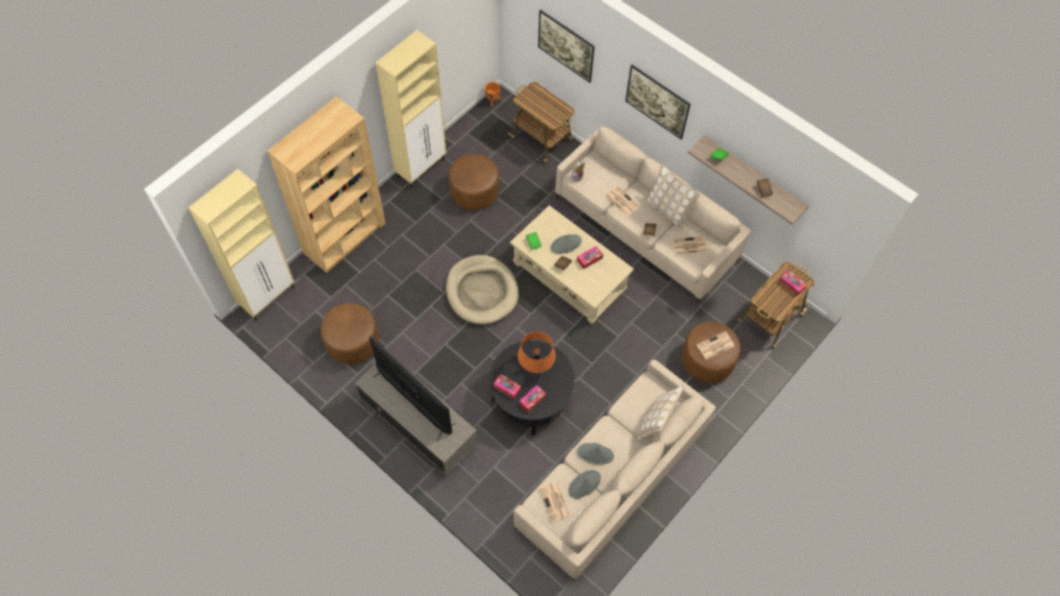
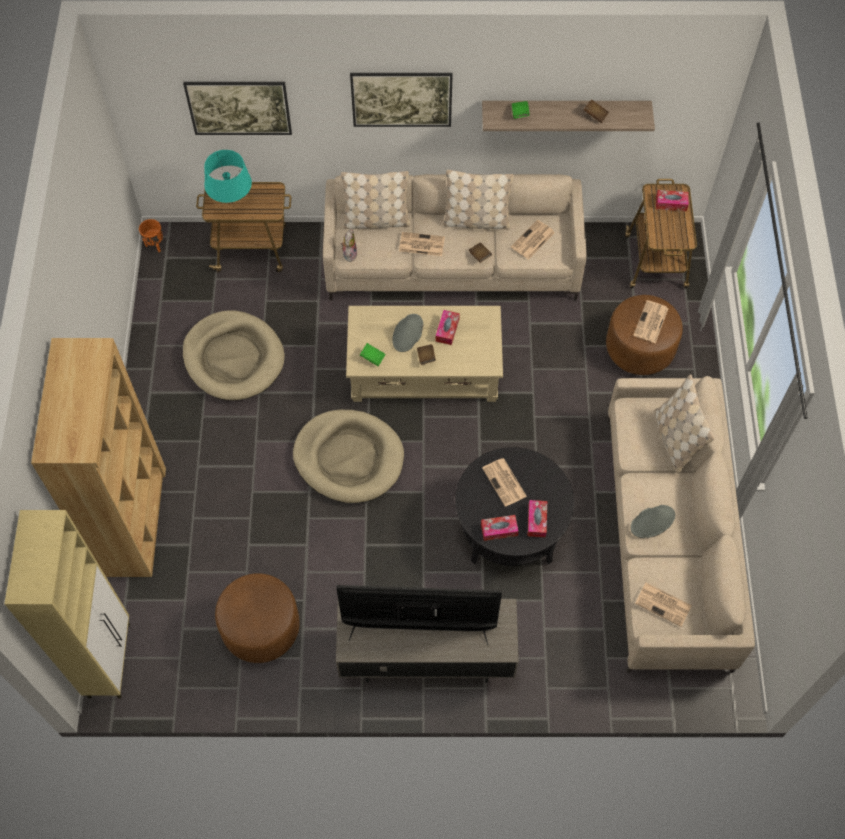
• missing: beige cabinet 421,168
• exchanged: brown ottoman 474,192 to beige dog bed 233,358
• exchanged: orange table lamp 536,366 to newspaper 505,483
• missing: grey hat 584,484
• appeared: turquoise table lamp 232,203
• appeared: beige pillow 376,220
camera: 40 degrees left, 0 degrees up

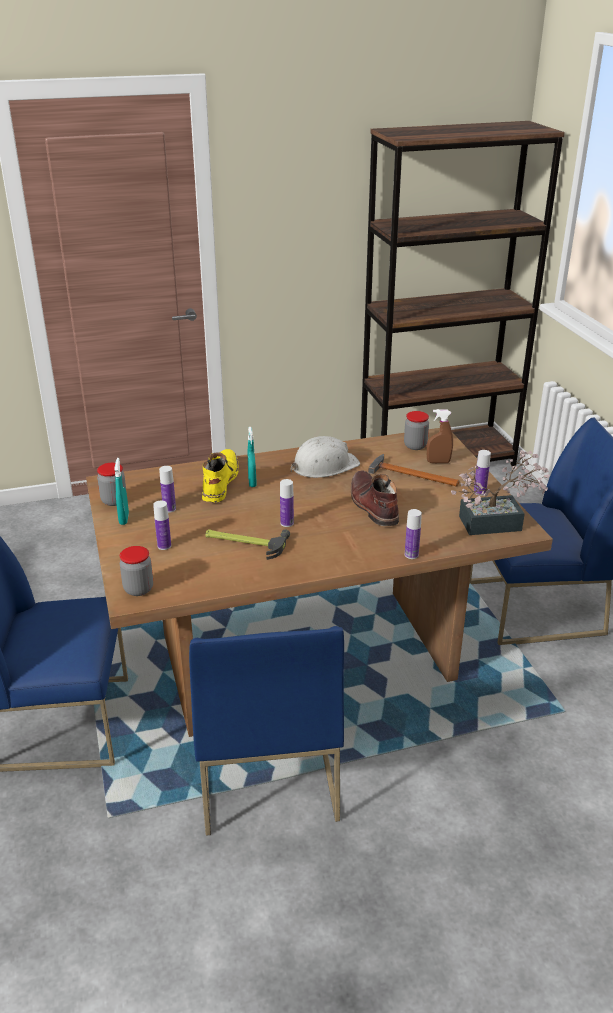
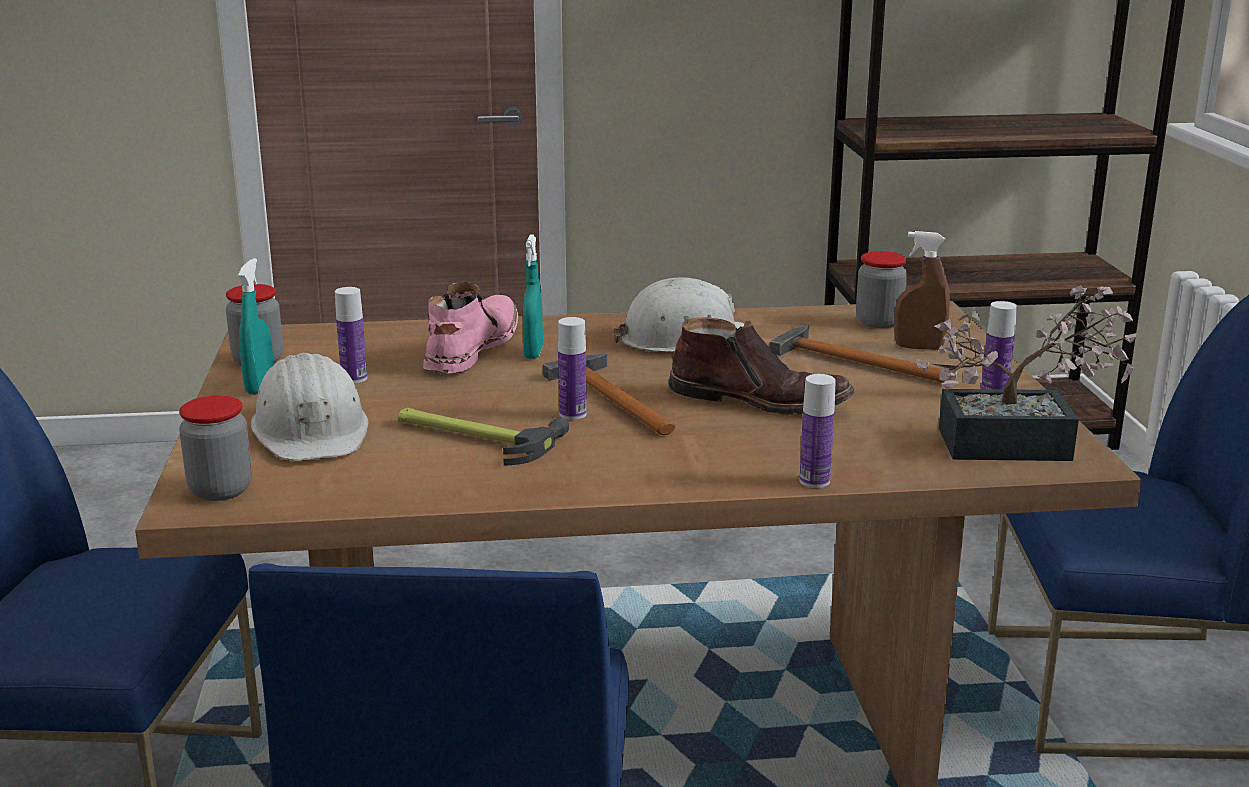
• colour: yellow boot 219,482 to pink boot 470,348
• spun: brown boot 372,505 = 760,400 120 degrees clockwise
• exchanged: bottle 164,546 to white hard hat 312,430
• appeared: hammer 612,397
camera: 10 degrees right, 10 degrees down

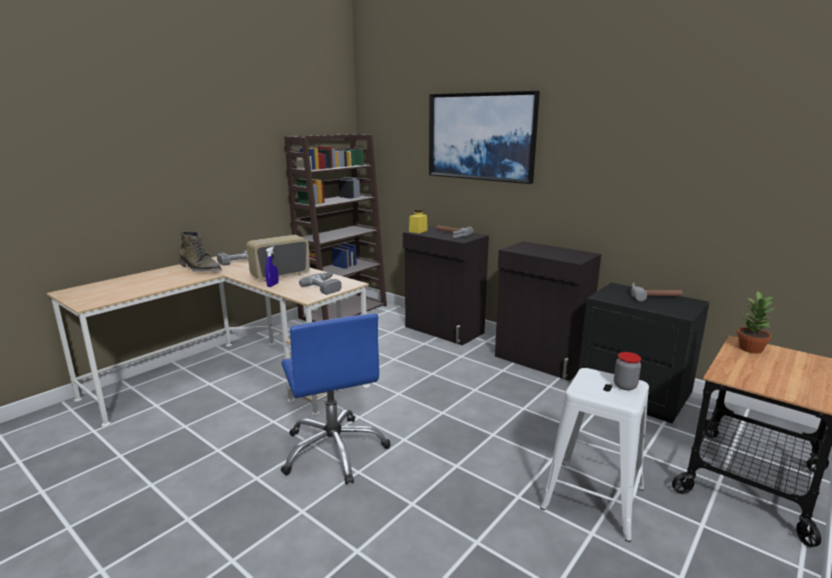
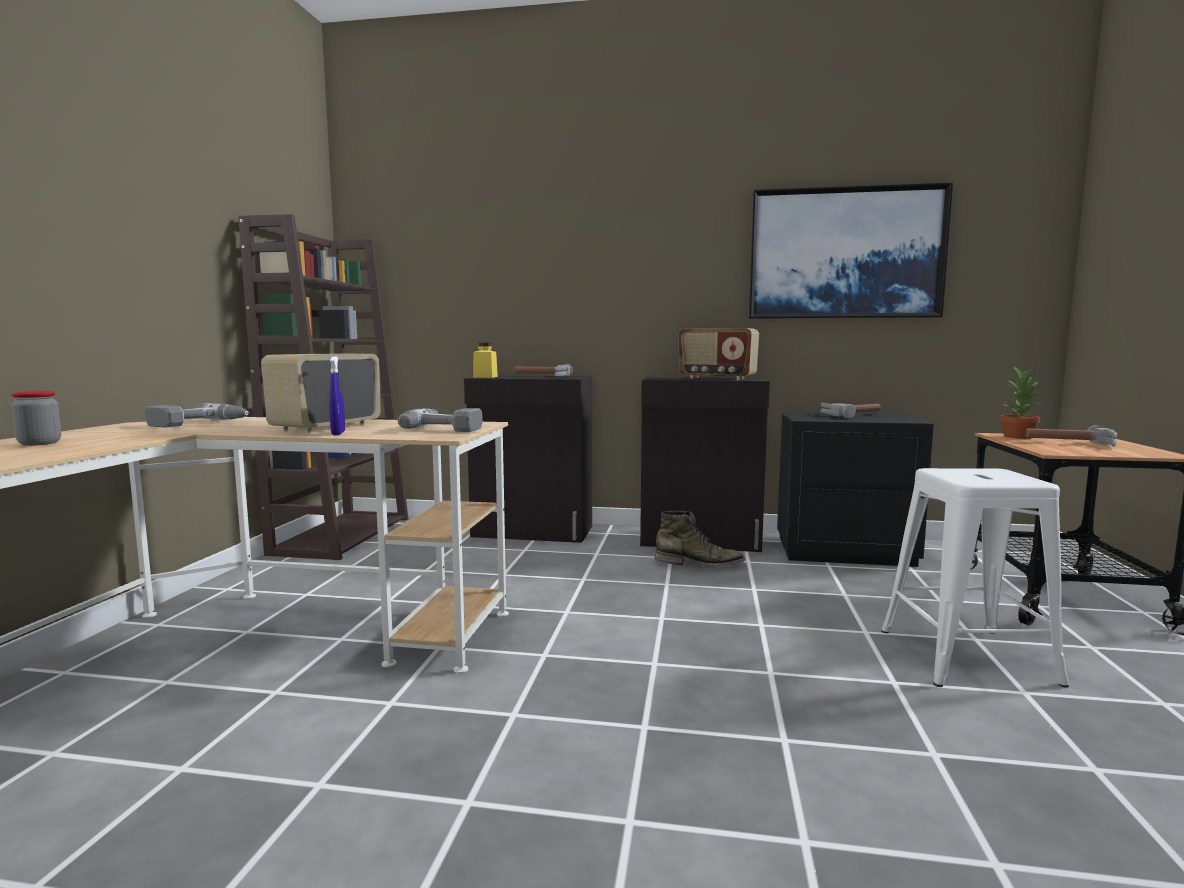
• relocated: picture 481,136 to 845,254
• relocated: green boot 200,268 to 699,564
• missing: blue office chair 334,450
• relocated: jar 625,386 to 39,443
• appeared: radio 717,378
• appeared: hammer 1072,444
camera: 30 degrees left, 10 degrees down

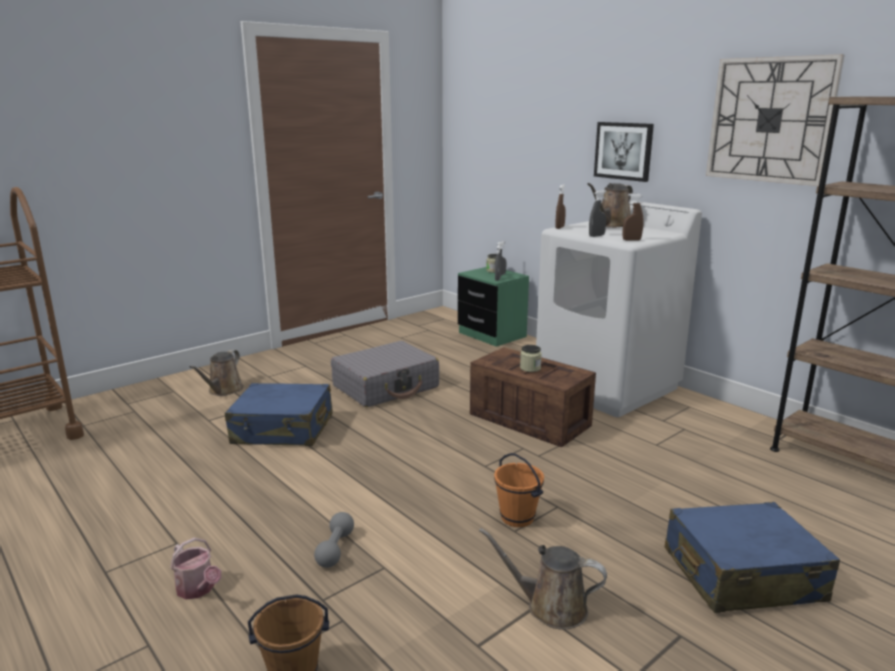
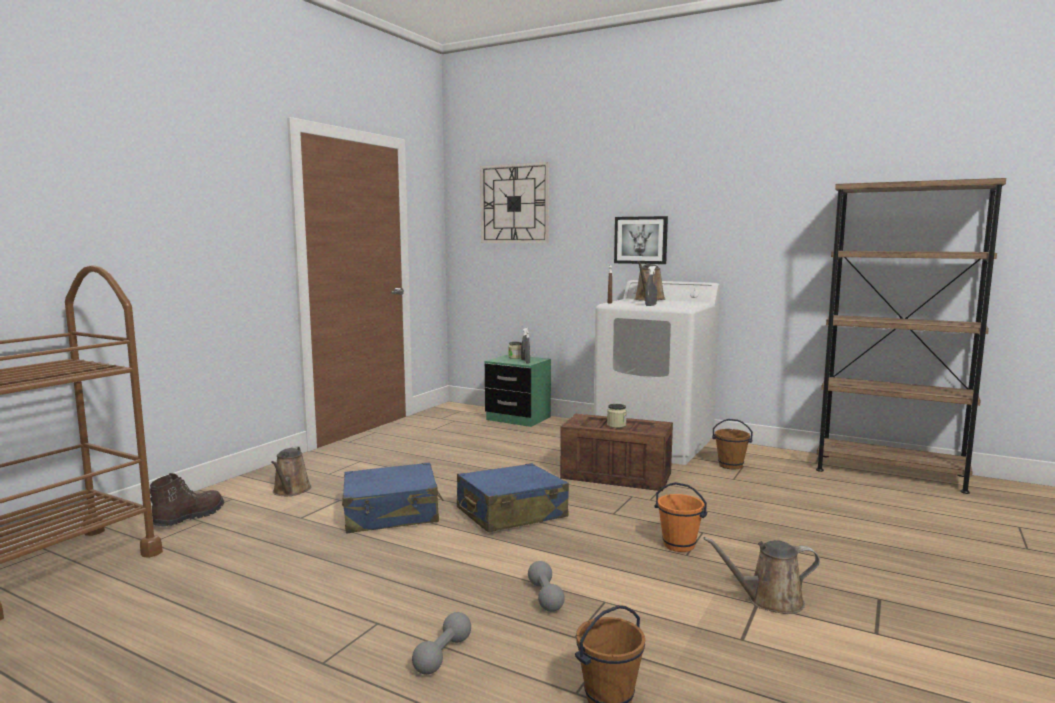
• relocated: wall clock 770,120 to 514,204
• missing: brown spray bottle 631,240
• missing: grey suitcase 386,387
• relocated: blue suitcase 741,575 to 511,513
• exchanged: watering can 198,589 to grey dumbbell 443,655
• appeared: brown bucket 730,466
• appeared: brown boot 189,517
camera: 20 degrees left, 10 degrees down

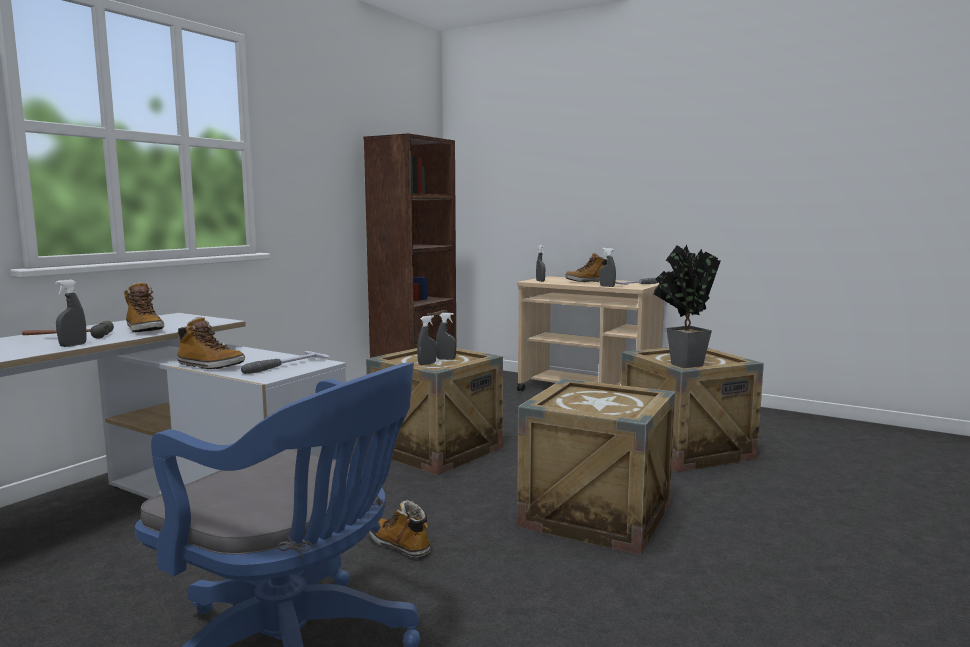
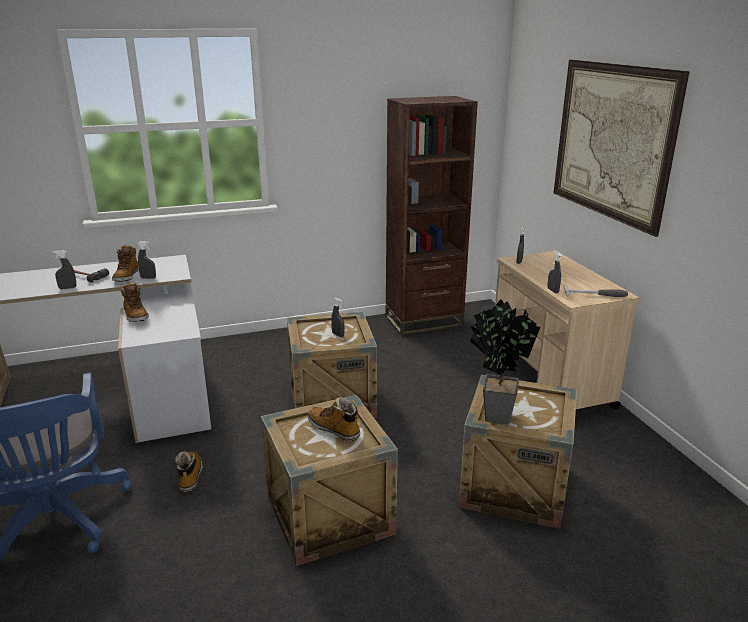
• relocated: boot 587,281 to 334,429
• relocated: grey spray bottle 427,364 to 148,278
• missing: hammer 281,366
• appeared: picture 612,141
camera: 40 degrees right, 15 degrees up

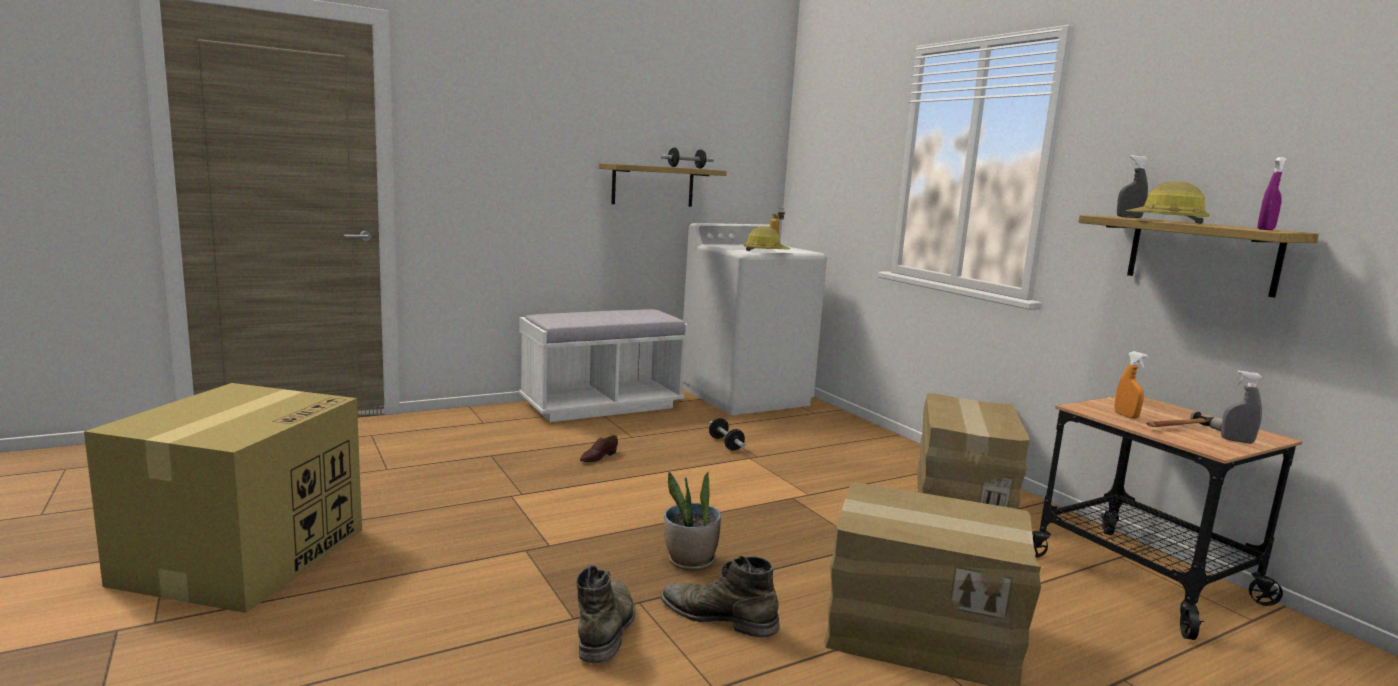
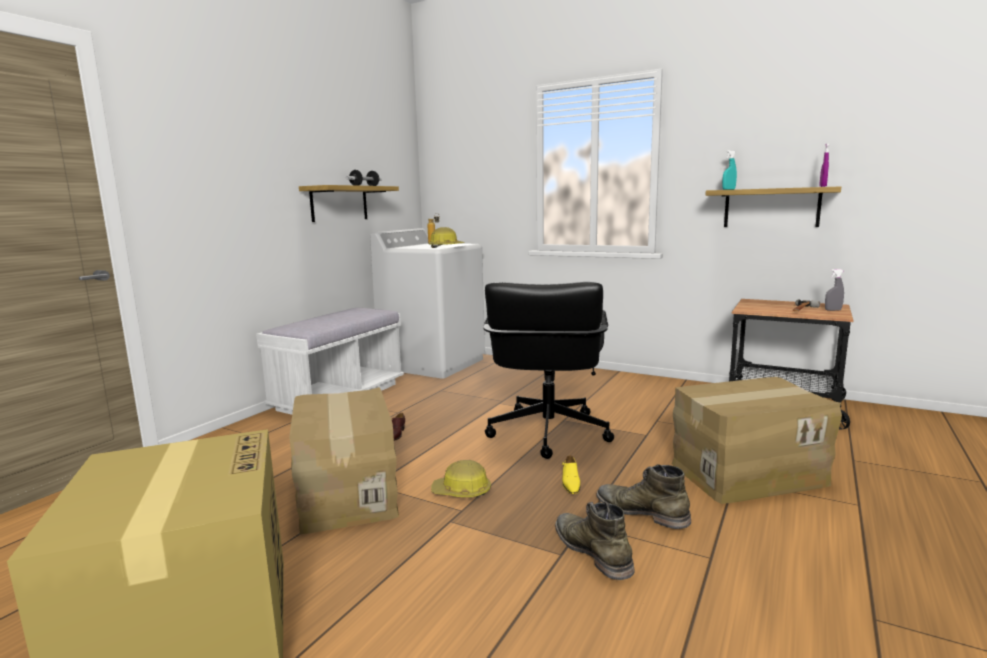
• colour: grey spray bottle 1129,217 to turquoise spray bottle 728,189
• relocated: hard hat 1166,221 to 462,491
• missing: orange spray bottle 1126,416
• relocated: cardboard box 960,495 to 345,493
• missing: dumbbell 725,444
• exchanged: potted plant 690,561 to yellow shoe 570,483
• spun: green boot 718,616 = 641,511 45 degrees clockwise
• appeared: black office chair 547,433
camera: 30 degrees left, 0 degrees up

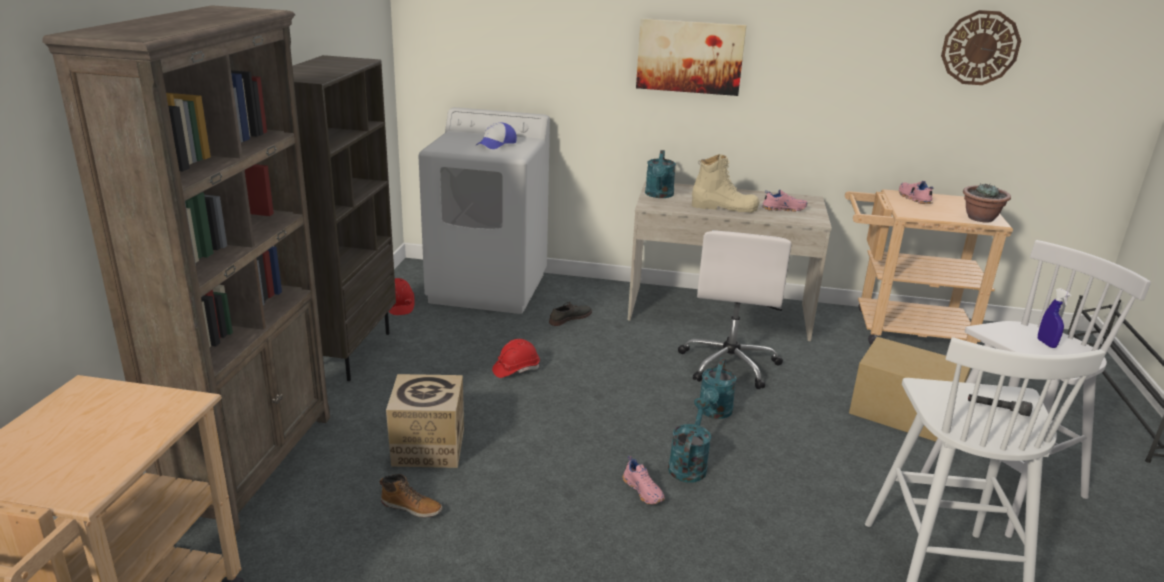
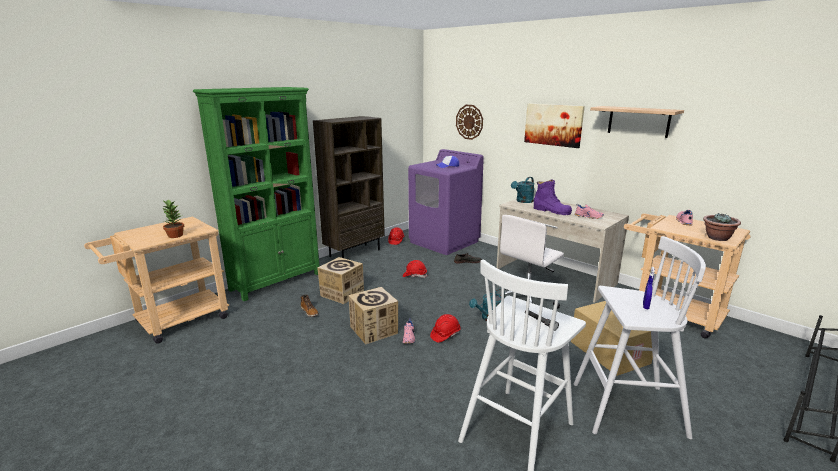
• colour: brown bookcase 253,464 to green bookcase 276,281
• relocated: wall clock 980,48 to 469,122
• colour: white washing machine 488,288 to purple washing machine 444,242
• colour: beige boot 724,207 to purple boot 551,211
• exchanged: turquoise watering can 688,464 to red hard hat 445,335
• appeared: shelf 638,121
• appeared: potted plant 175,235
• appeared: cardboard box 374,330
camera: 35 degrees right, 5 degrees down

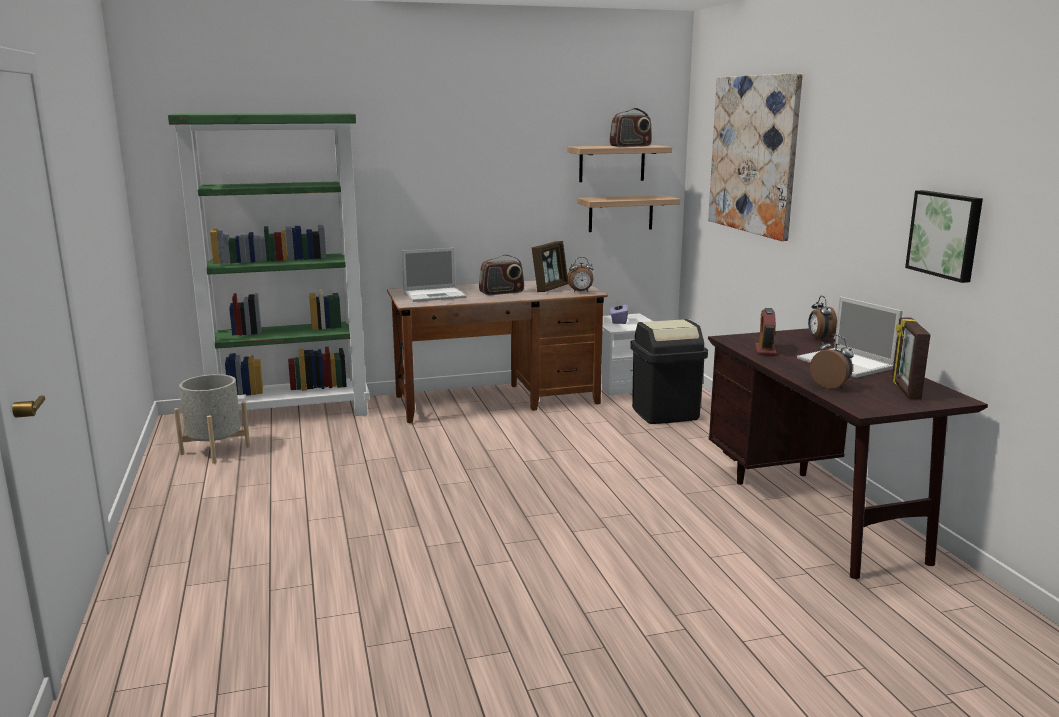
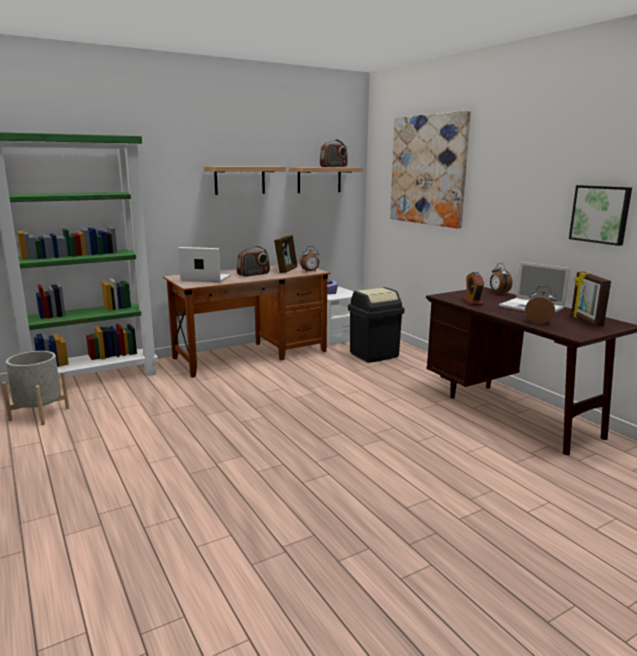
• relocated: shelf 620,213 to 239,180
• spun: laptop 435,295 = 205,278 135 degrees counterclockwise
camera: 15 degrees left, 0 degrees up

